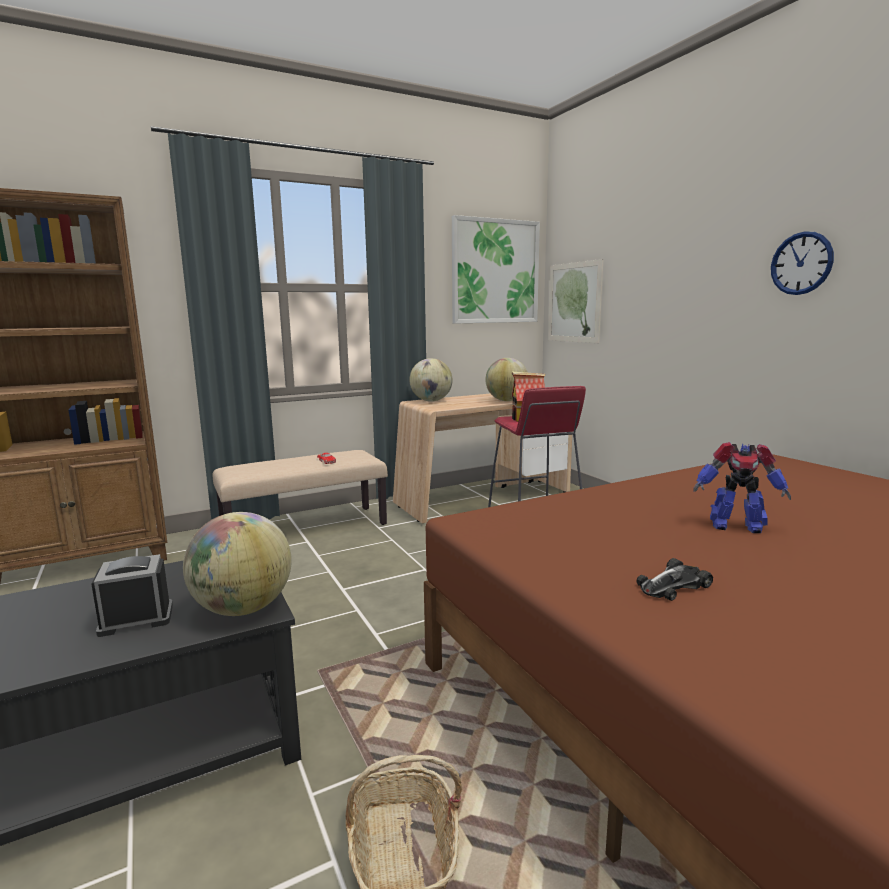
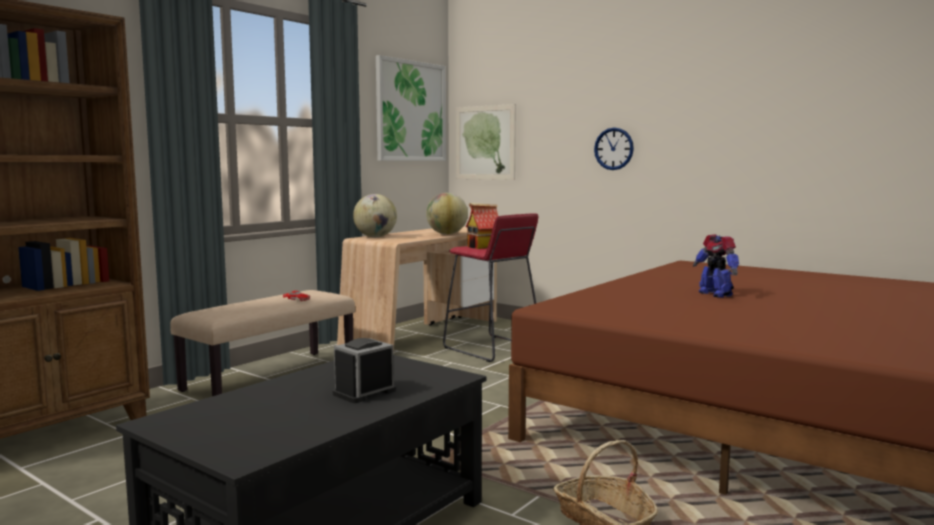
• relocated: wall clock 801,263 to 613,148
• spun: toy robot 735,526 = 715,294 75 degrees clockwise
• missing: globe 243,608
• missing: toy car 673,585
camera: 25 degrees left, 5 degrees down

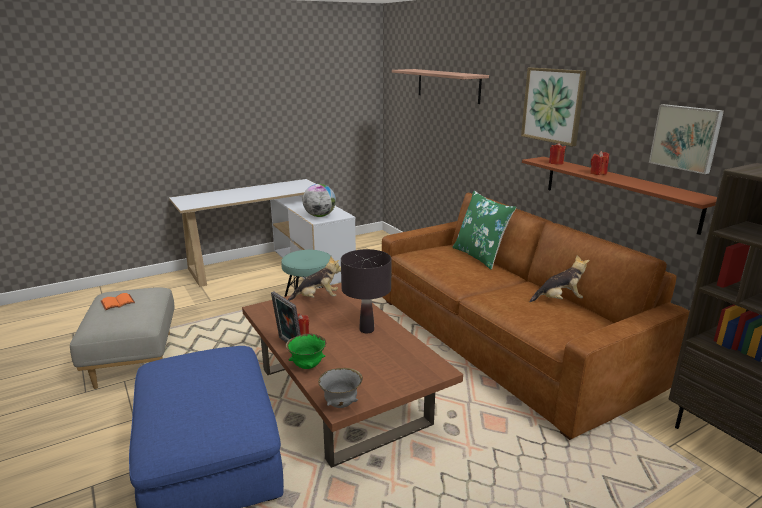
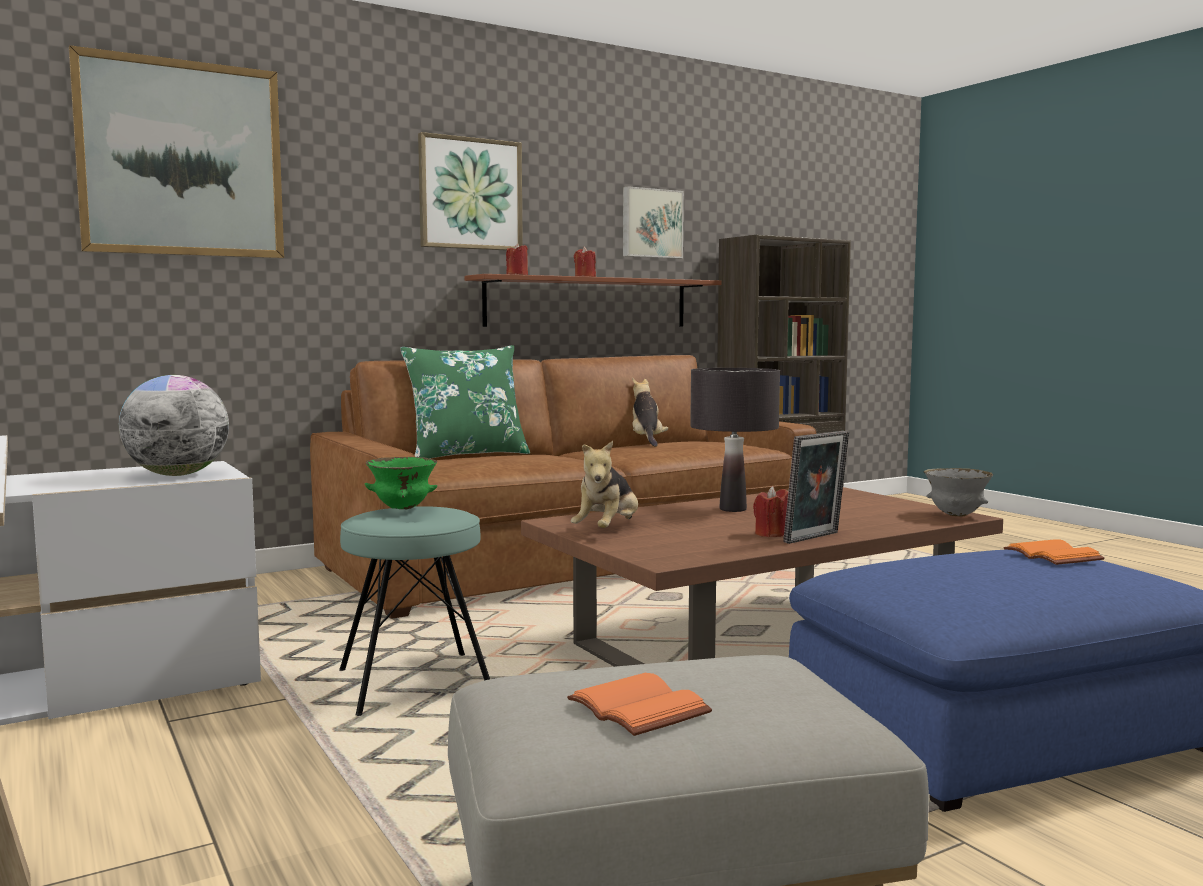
• exchanged: shelf 448,85 to picture 181,159
• spun: plush toy 317,298 = 607,531 150 degrees counterclockwise
• relocated: green bowl 307,366 to 402,509
• appeared: orange book 1050,556
camera: 90 degrees left, 15 degrees down

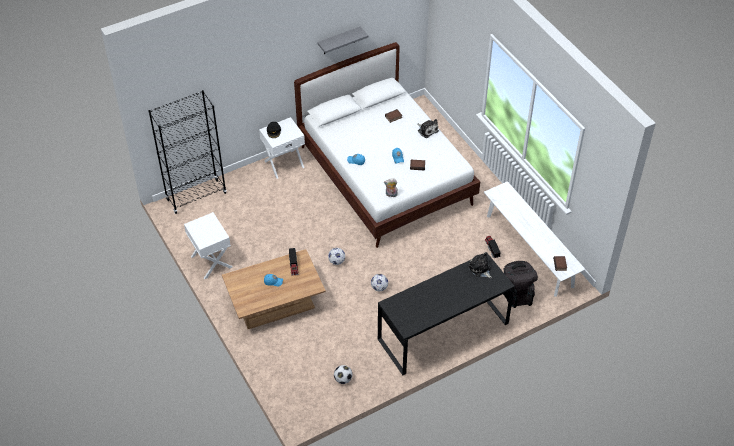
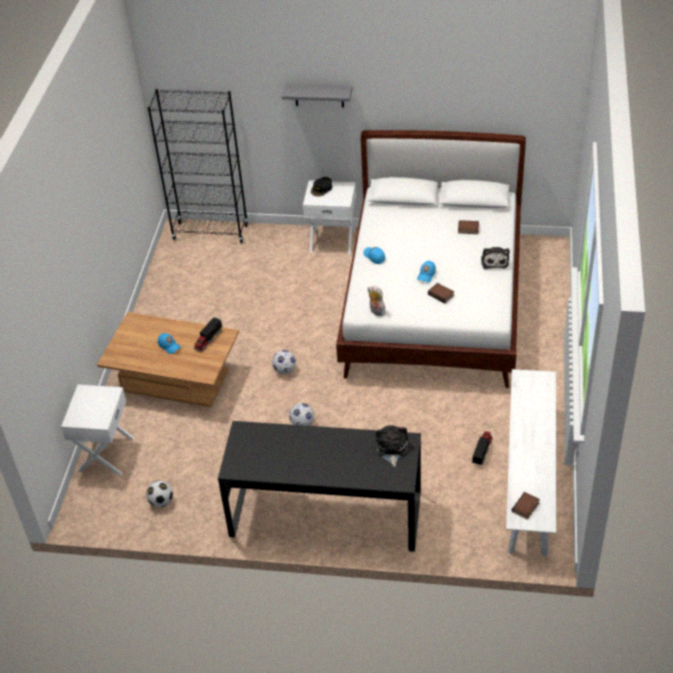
• relocated: grey shelf 339,41 to 319,95
• relocated: white nightstand 211,262 to 105,454
• missing: black backpack 516,294
camera: 40 degrees right, 5 degrees down

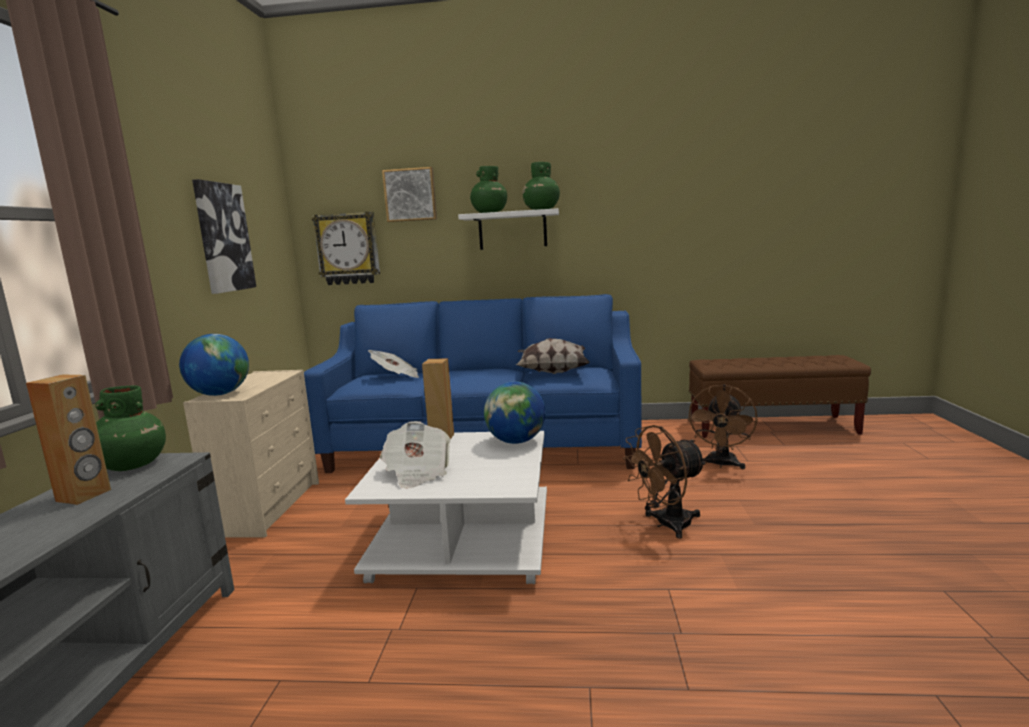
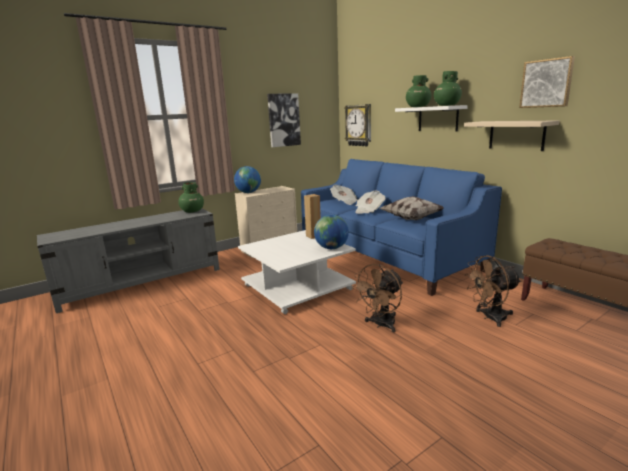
• relocated: picture 410,195 to 546,83
• missing: brown speaker 84,495
• relocated: newspaper 417,472 to 368,210
• spun: brown fan 666,525 = 381,325 75 degrees counterclockwise
• appeared: beige shelf 516,135
camera: 50 degrees right, 5 degrees up

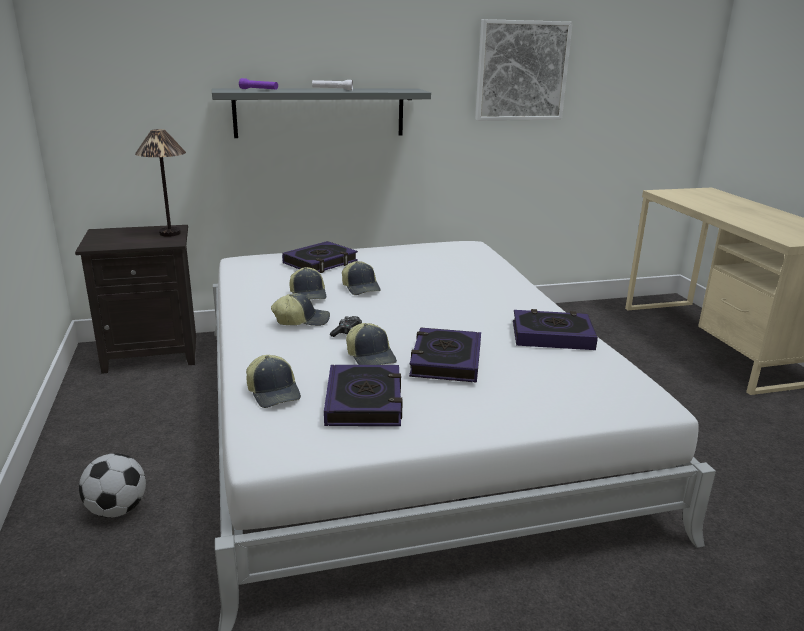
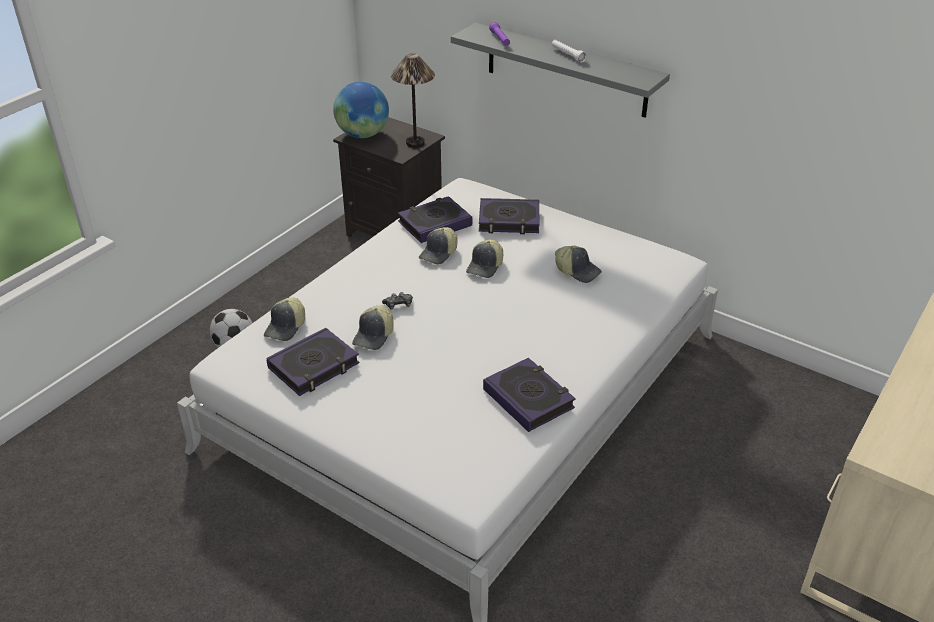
• missing: picture 521,71
• relocated: cap 302,320 to 577,271
• relocated: book 445,361 to 434,224
• appeared: globe 362,135
camera: 50 degrees right, 15 degrees up

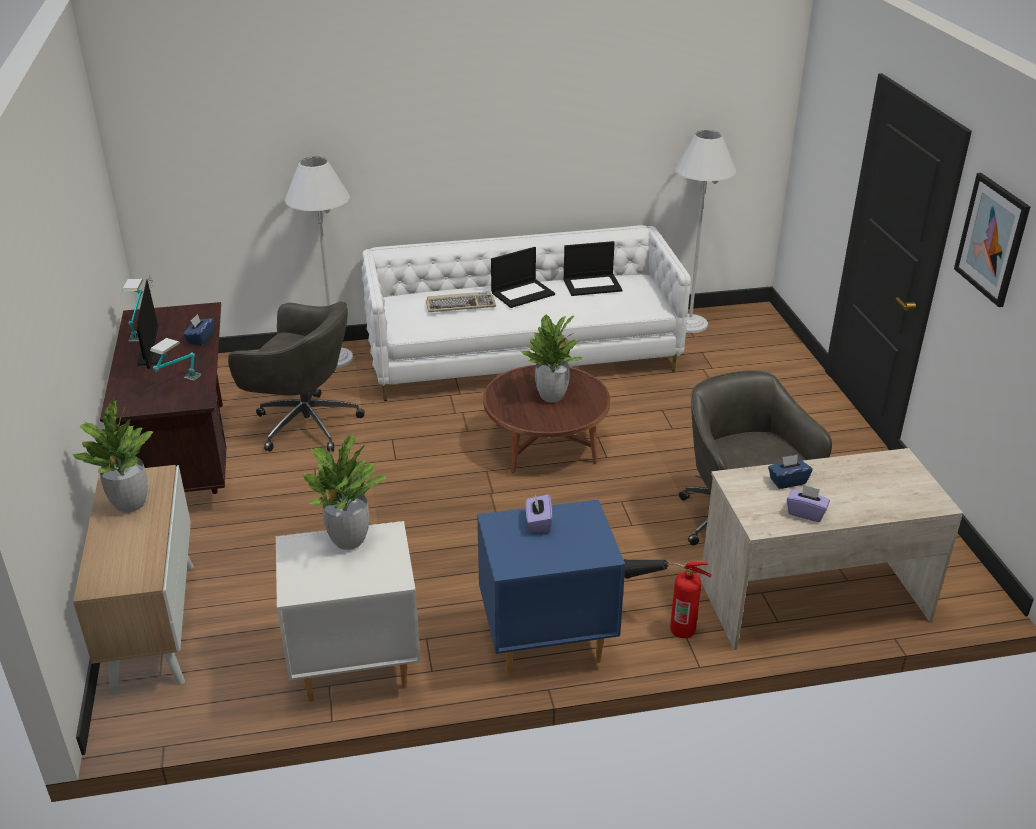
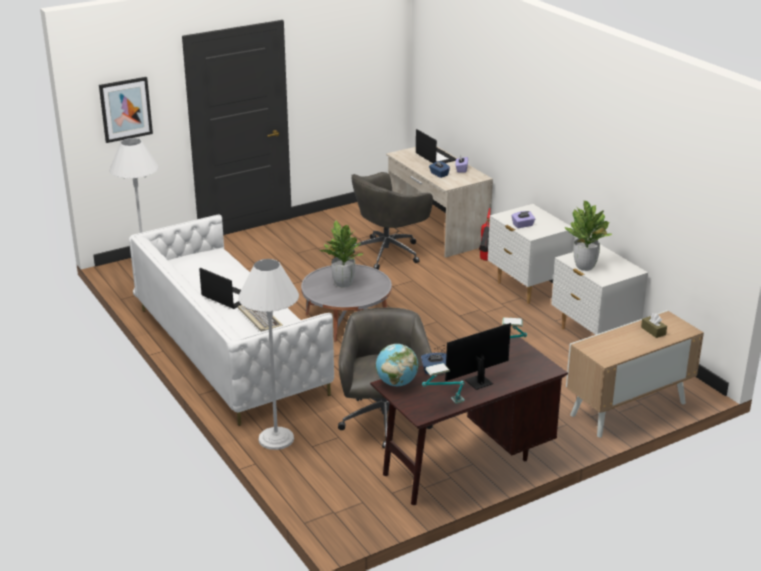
• relocated: picture 992,239 to 125,109
• relocated: laptop 592,284 to 435,157
• colour: brown coffee table 545,443 to grey coffee table 347,319
• missing: potted plant 130,504
• colour: blue nightstand 546,642 to white nightstand 527,288
• appeared: brown tissue box 653,331
• appeared: globe 396,383
camera: 110 degrees left, 5 degrees down

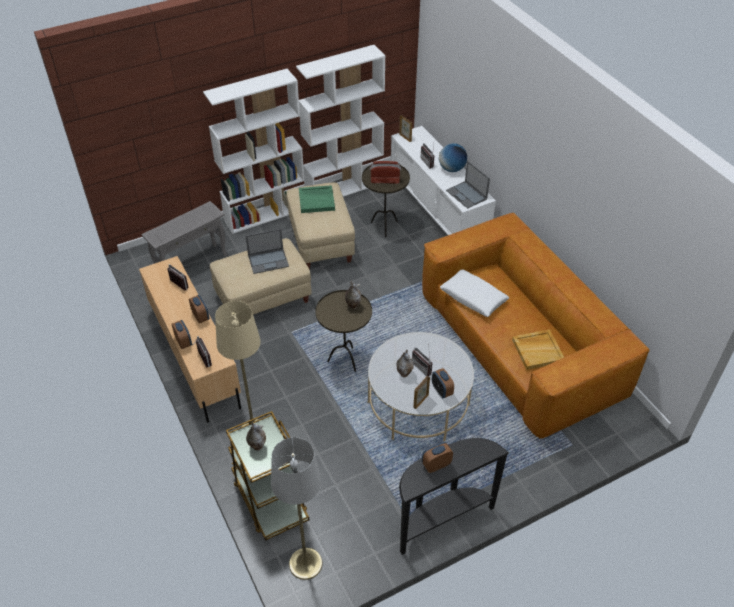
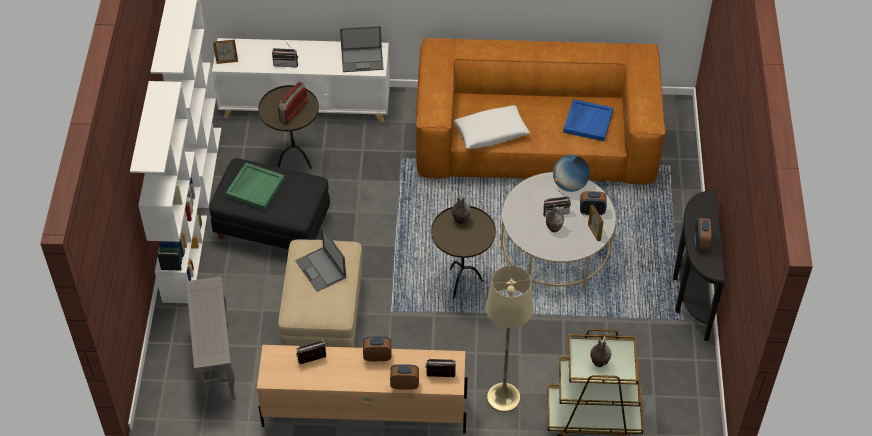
• relocated: globe 451,169 to 570,185
• colour: beige ottoman 320,242 to black ottoman 273,227
• spun: laptop 269,261 = 321,269 135 degrees clockwise
• colour: beige tray 538,350 to blue tray 587,121
• missing: grey floor lamp 305,563
camera: 60 degrees left, 5 degrees up

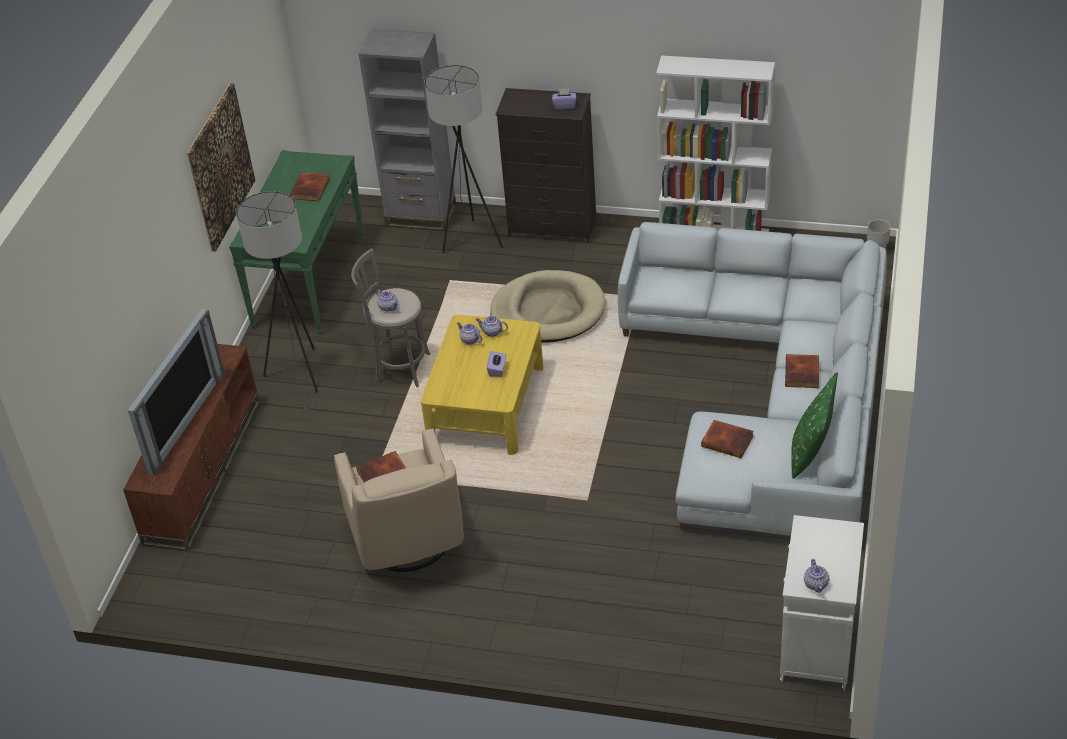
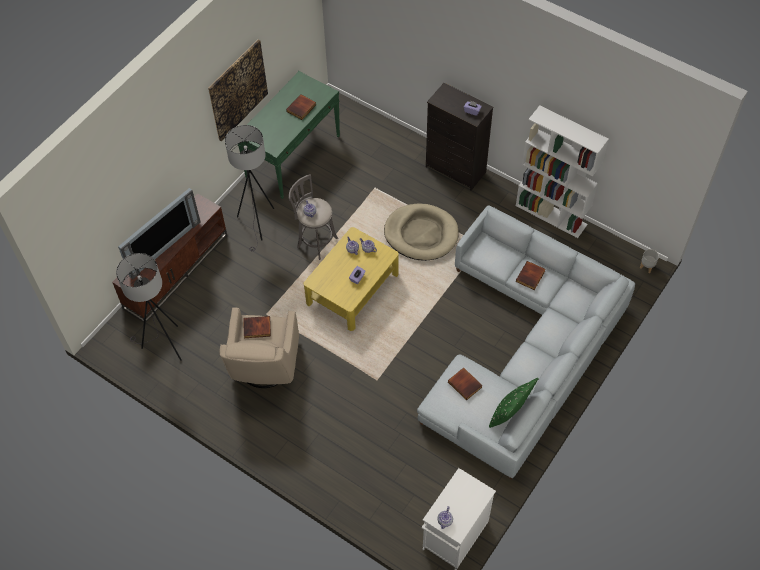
• missing: grey bookcase 421,216
• relocated: grey floor lamp 468,242 to 163,345
• relocated: book 803,373 to 531,277
camera: 20 degrees right, 15 degrees up

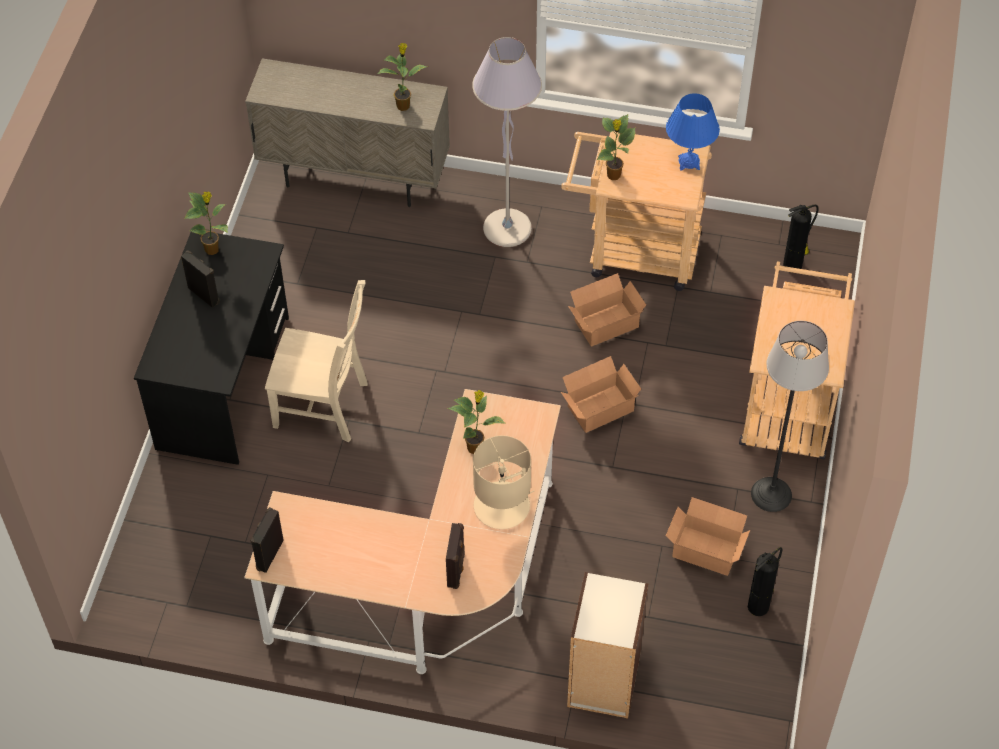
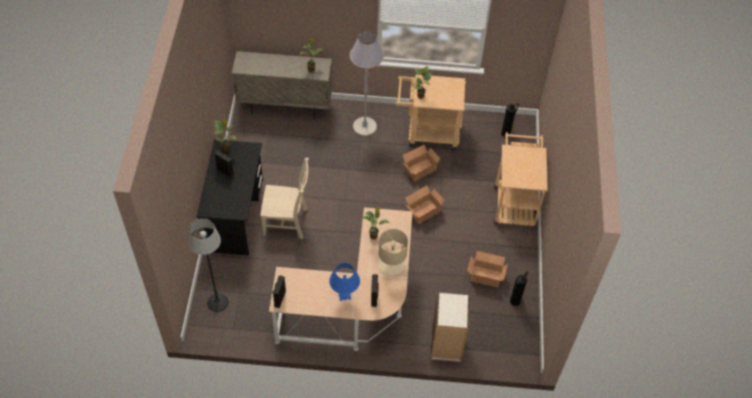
• relocated: blue table lamp 688,162 to 344,295
• relocated: floor lamp 771,494 to 217,302
camera: 10 degrees left, 0 degrees up

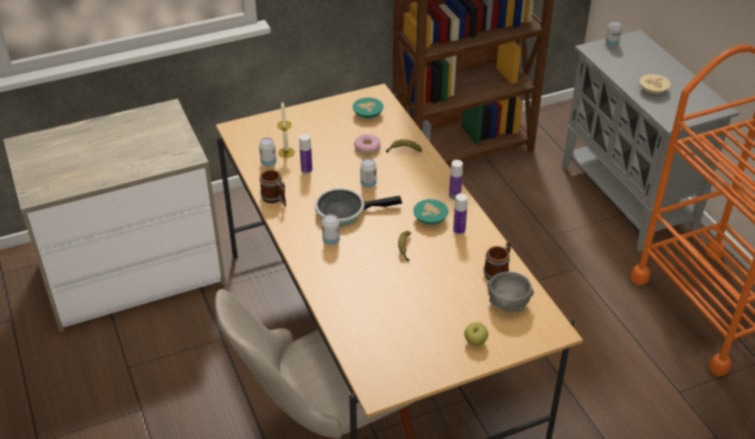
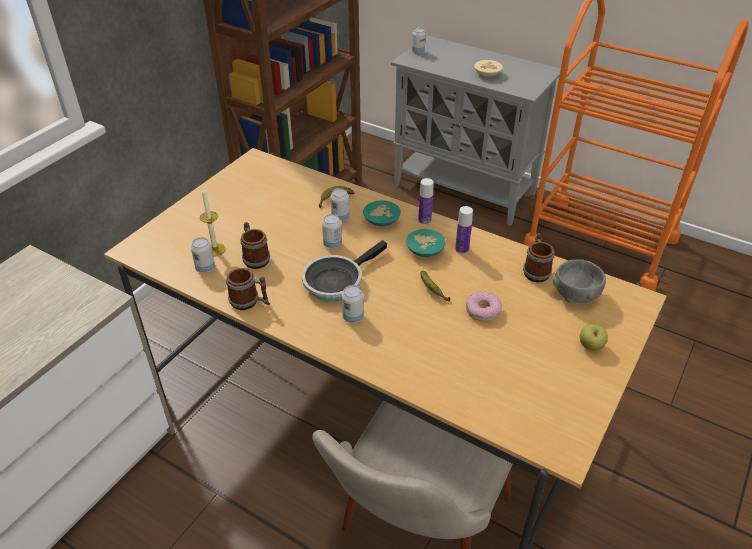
• relocated: turquoise bowl 366,114 to 380,221
• exchanged: bottle 306,170 to mug 255,258
• relocated: donut 367,148 to 483,310
• appeared: can 340,218
camera: 35 degrees left, 0 degrees up

